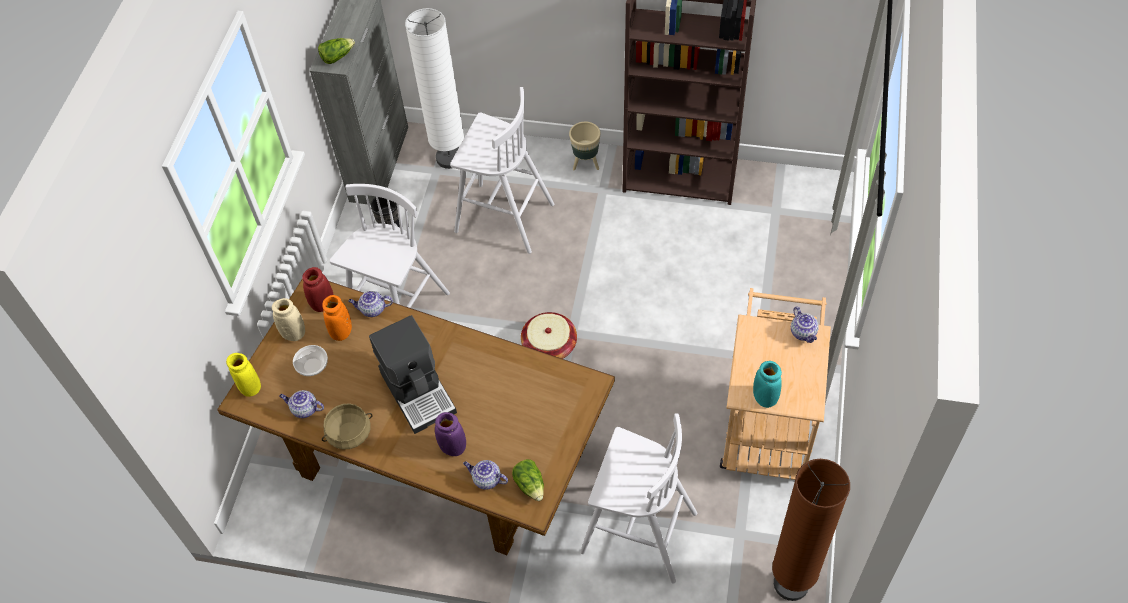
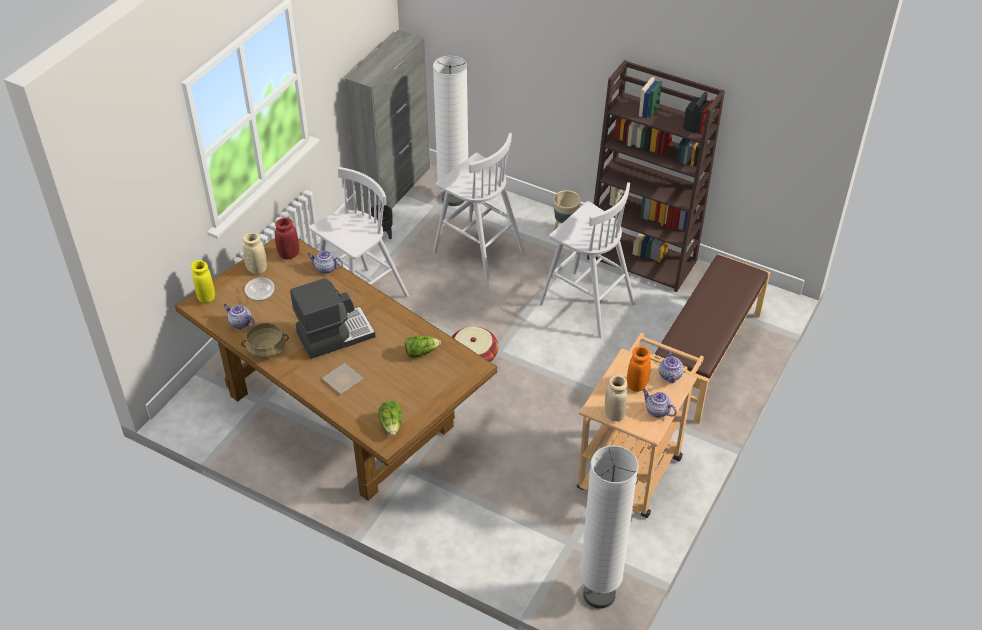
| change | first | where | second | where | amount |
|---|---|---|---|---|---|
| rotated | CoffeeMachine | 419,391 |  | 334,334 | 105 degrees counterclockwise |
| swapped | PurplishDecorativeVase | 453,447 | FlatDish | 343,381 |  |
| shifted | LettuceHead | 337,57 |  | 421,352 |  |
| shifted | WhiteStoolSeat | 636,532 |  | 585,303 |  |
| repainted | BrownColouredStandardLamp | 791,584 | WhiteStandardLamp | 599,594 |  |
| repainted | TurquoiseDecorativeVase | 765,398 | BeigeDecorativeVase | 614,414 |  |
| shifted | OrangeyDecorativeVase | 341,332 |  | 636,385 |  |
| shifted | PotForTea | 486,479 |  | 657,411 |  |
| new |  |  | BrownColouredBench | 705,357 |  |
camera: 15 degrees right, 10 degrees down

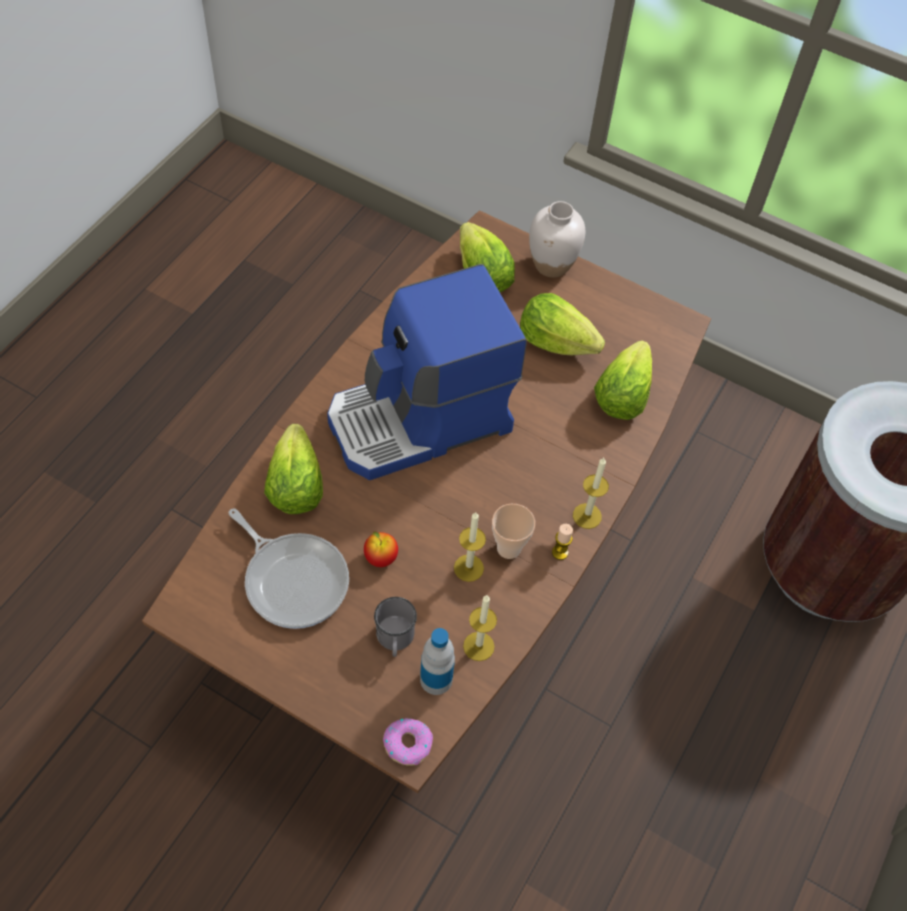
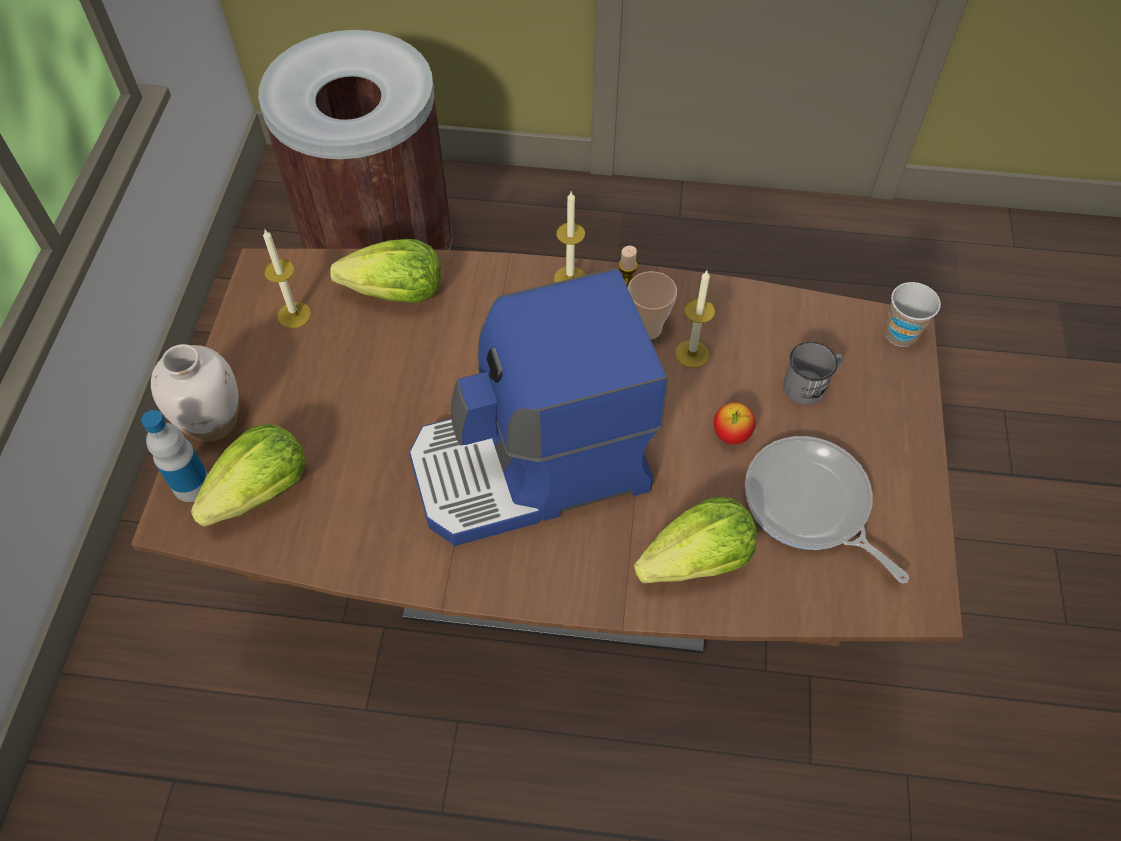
| change | first | where | second | where | amount |
|---|---|---|---|---|---|
| shifted | DrinkBottle | 436,679 |  | 192,485 |  |
| shifted | Candle | 478,646 |  | 294,315 |  |
| rotated | CoffeeMachine | 421,421 |  | 532,469 | 120 degrees clockwise |
| rotated | Pan | 293,579 |  | 810,505 | 60 degrees counterclockwise |
| swapped | Doughnut | 407,743 | DrinkingCup | 900,334 |  |
| gone | LettuceHead | 555,341 |  |  |  |
camera: 110 degrees left, 0 degrees up

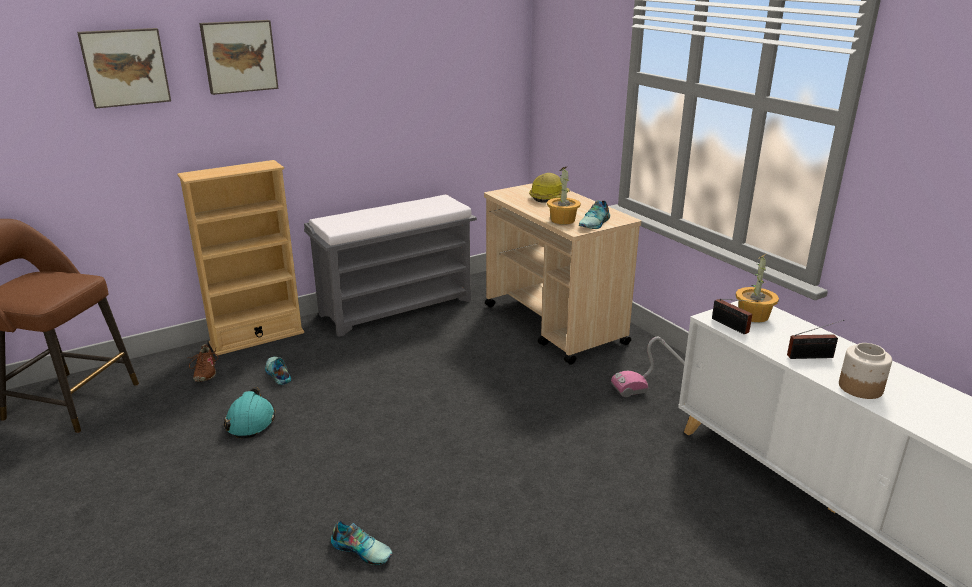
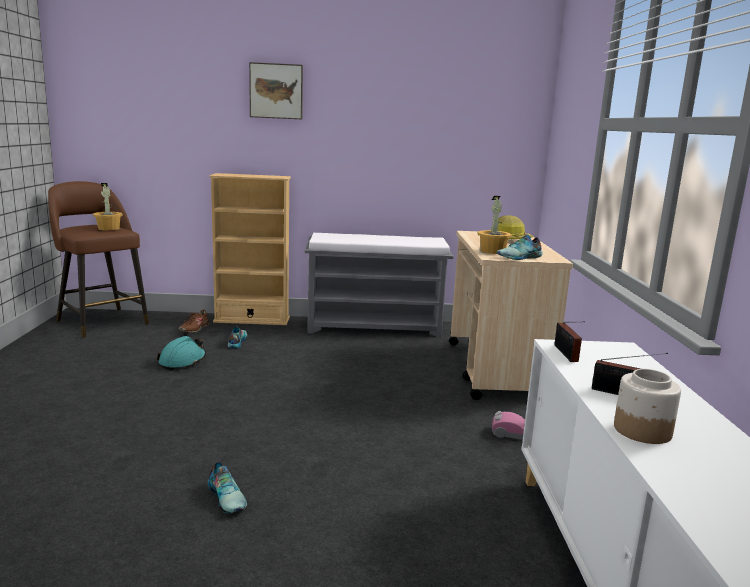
| change | first | where | second | where | amount |
|---|---|---|---|---|---|
| shifted | PottedPlant | 754,315 |  | 108,228 |  |
| shifted | LowShoe | 362,549 |  | 227,497 |  |
| gone | WallPicture | 125,67 |  |  |  |
camera: 30 degrees right, 10 degrees down

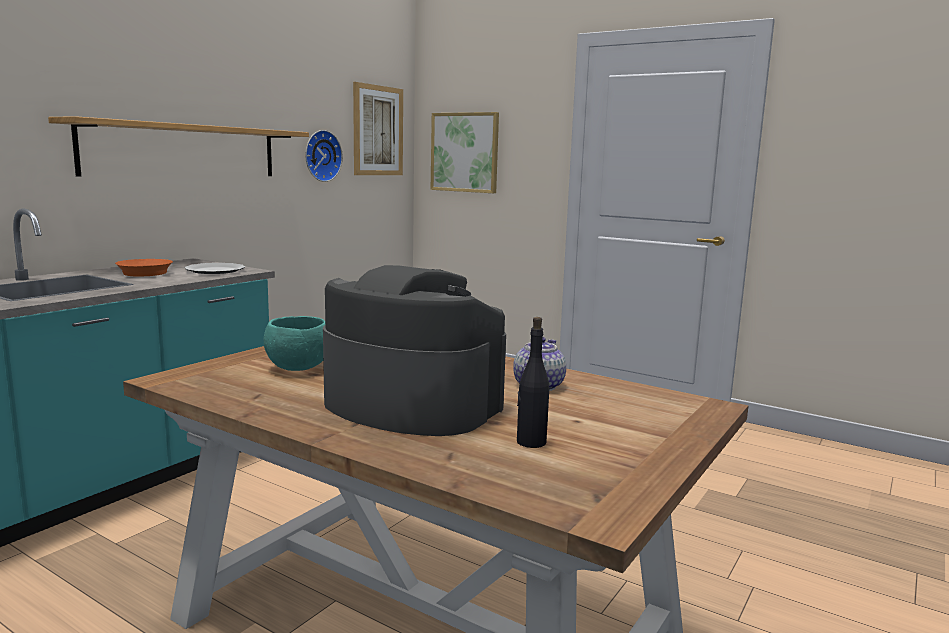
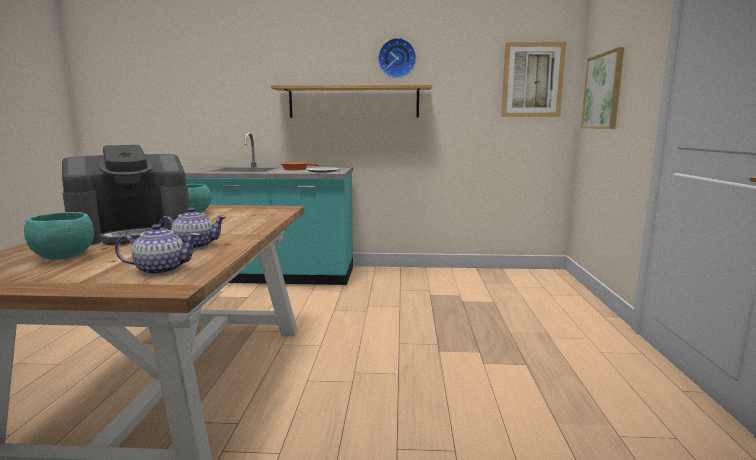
| change | first | where | second | where | amount |
|---|---|---|---|---|---|
| swapped | BlackColouredDrinkBottle | 530,442 | TurquoiseDeepDish | 64,258 |  |
| rotated | CoffeeMachine | 410,404 |  | 133,233 | 60 degrees clockwise |
| new |  |  | PotForTea | 160,270 |  |
| shifted | ClockOnTheWall | 321,156 |  | 397,58 |  |
camera: 60 degrees right, 0 degrees up

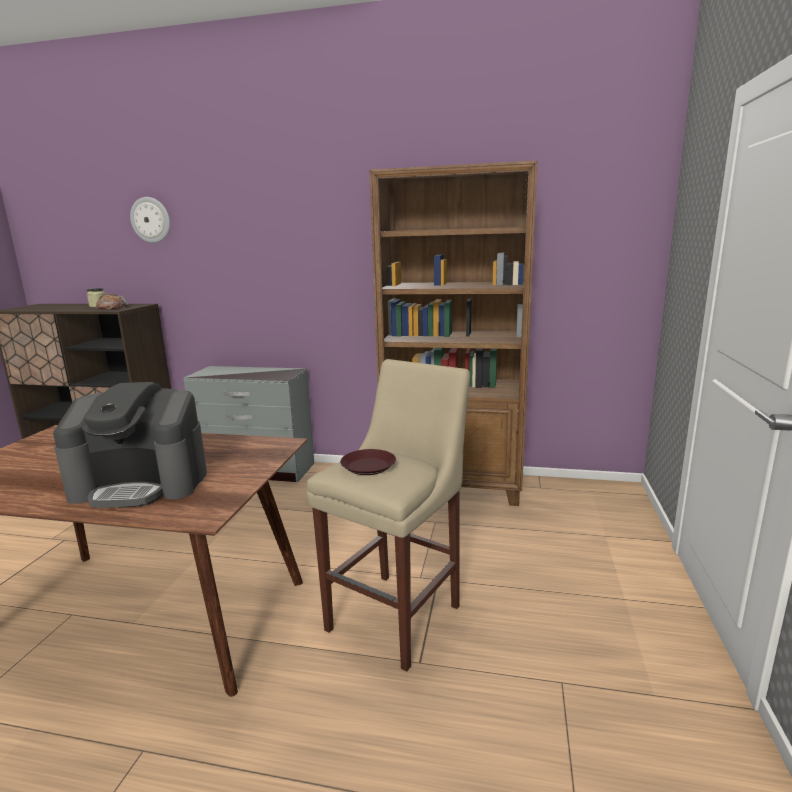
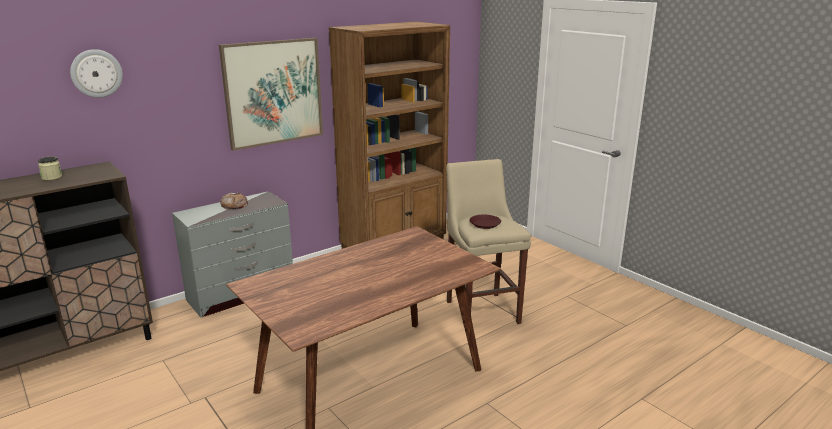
| change | first | where | second | where | amount |
|---|---|---|---|---|---|
| new |  |  | WallPicture | 273,92 |  |
| shifted | Bread | 112,307 |  | 234,205 |  |
| gone | CoffeeMachine | 142,483 |  |  |  |
camera: 50 degrees left, 5 degrees up

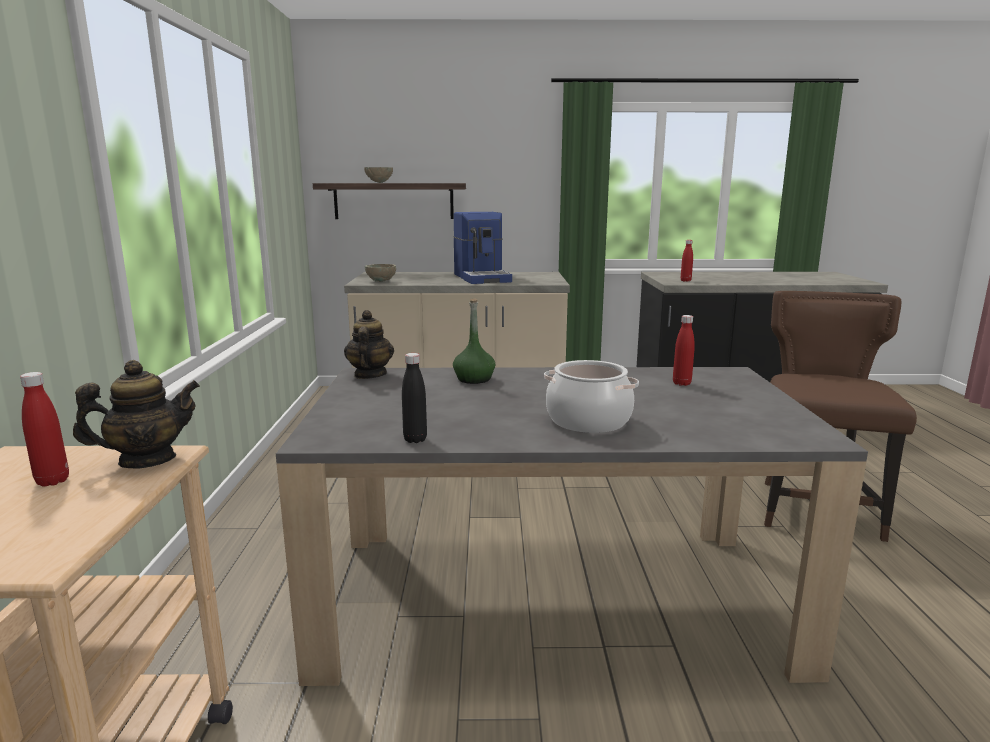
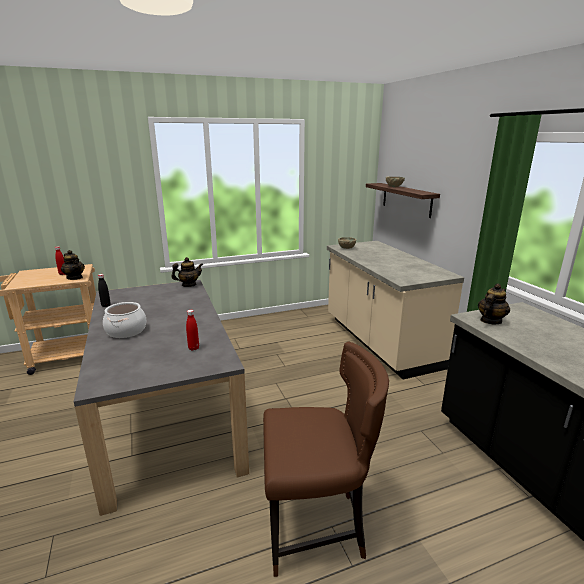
| change | first | where | second | where | amount |
|---|---|---|---|---|---|
| swapped | RedColouredDrinkBottle | 685,280 | PotForTea | 490,321 |  |
| gone | CoffeeMachine | 482,278 |  |  |  |
| gone | GreenDrinkBottle | 474,379 |  |  |  |
camera: 70 degrees right, 5 degrees up

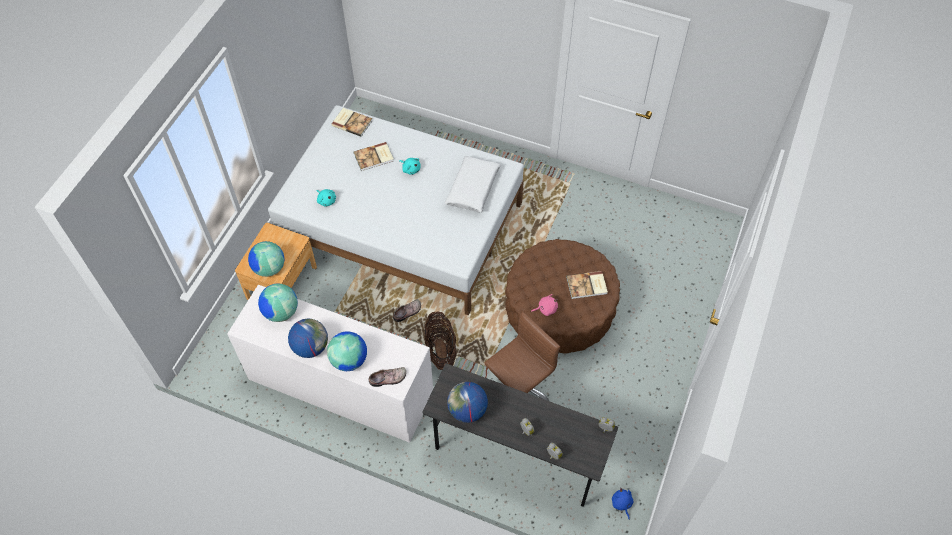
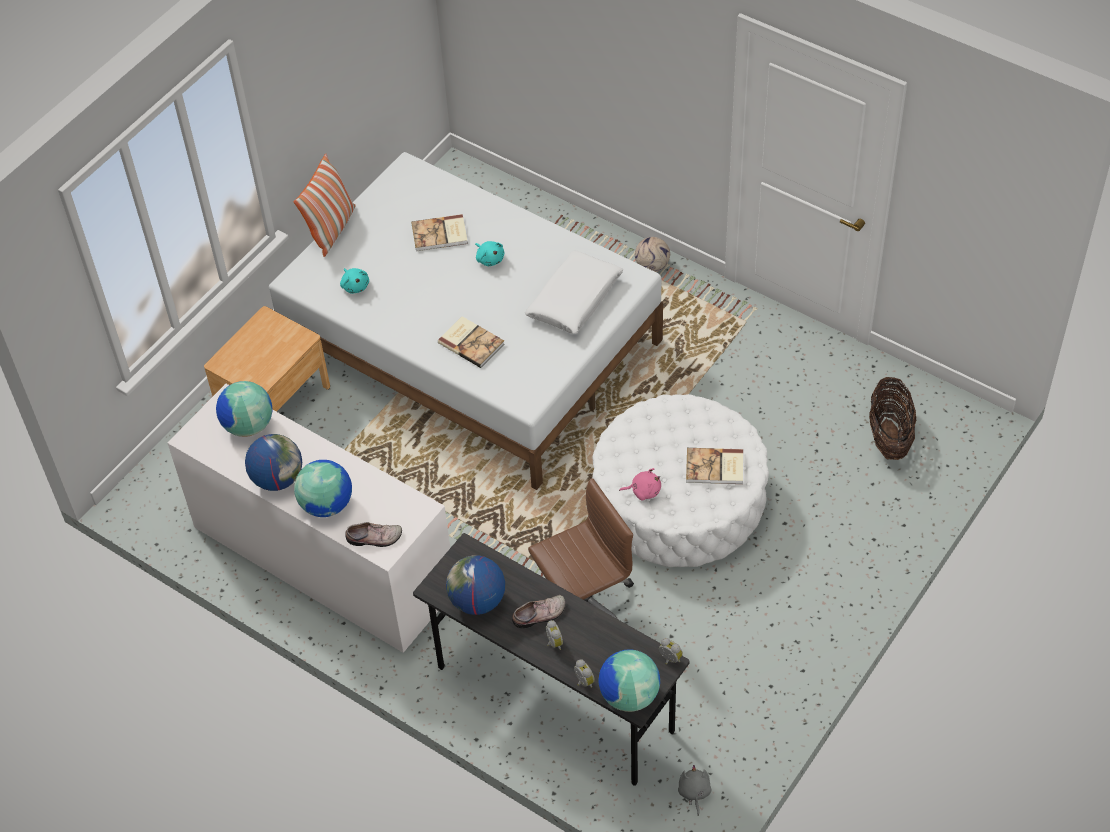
| change | first | where | second | where | amount |
|---|---|---|---|---|---|
| new |  |  | Cushion | 331,229 |  |
| shifted | BoundBook | 352,122 |  | 471,342 |  |
| shifted | LowShoe | 408,312 |  | 540,615 |  |
| repainted | BrownColouredPouffe | 560,307 | WhitePouffe | 679,500 |  |
| shifted | Globe | 269,268 |  | 628,695 |  |
| new |  |  | BallForFootball | 652,265 |  |
| repainted | BlueSoftToy | 621,504 | GraySoftToy | 694,793 |  |
| shifted | HouseholdBasket | 441,350 |  | 889,436 |  |
camera: 15 degrees right, 5 degrees down

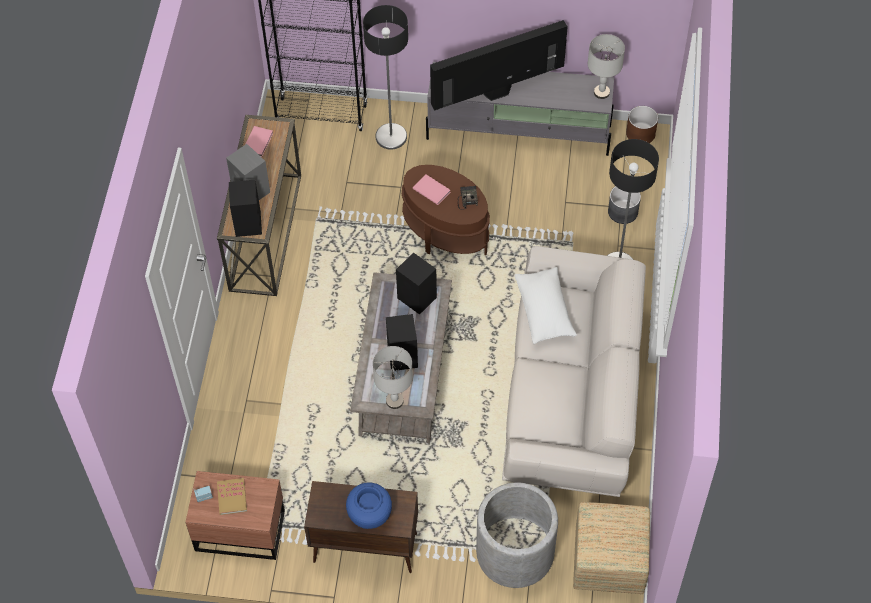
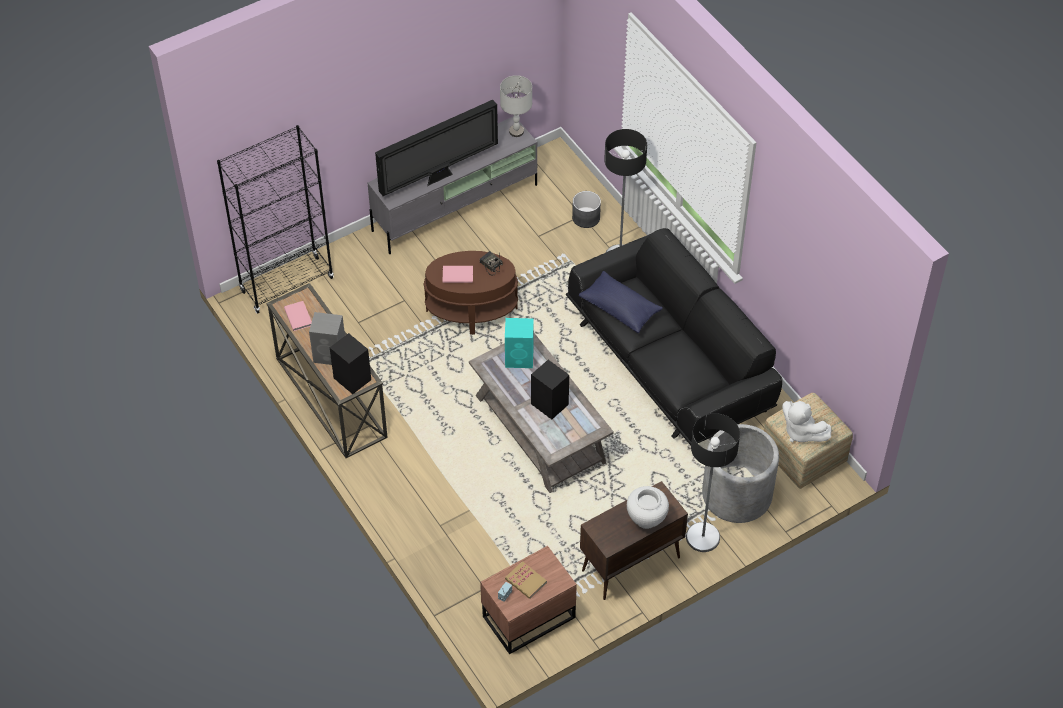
| change | first | where | second | where | amount |
|---|---|---|---|---|---|
| rotated | Television | 497,93 |  | 439,176 | 150 degrees counterclockwise |
| repainted | BlackColouredLoudspeaker | 417,298 | TurquoiseLoudspeaker | 520,358 |  |
| repainted | WhiteCouch | 572,392 | BlackColouredCouch | 670,362 |  |
| repainted | WhiteCushion | 544,311 | BlueCushion | 620,309 |  |
| repainted | BlueDecorativeVase | 370,517 | WhiteDecorativeVase | 646,520 |  |
| shifted | StandardLamp | 391,136 |  | 702,537 |  |
| new |  |  | WhiteSoftToy | 801,432 |  |
| gone | GrayTableLamp | 395,401 |  |  |  |
| gone | BrownColouredPlanter | 641,133 |  |  |  |
camera: 40 degrees left, 5 degrees down

